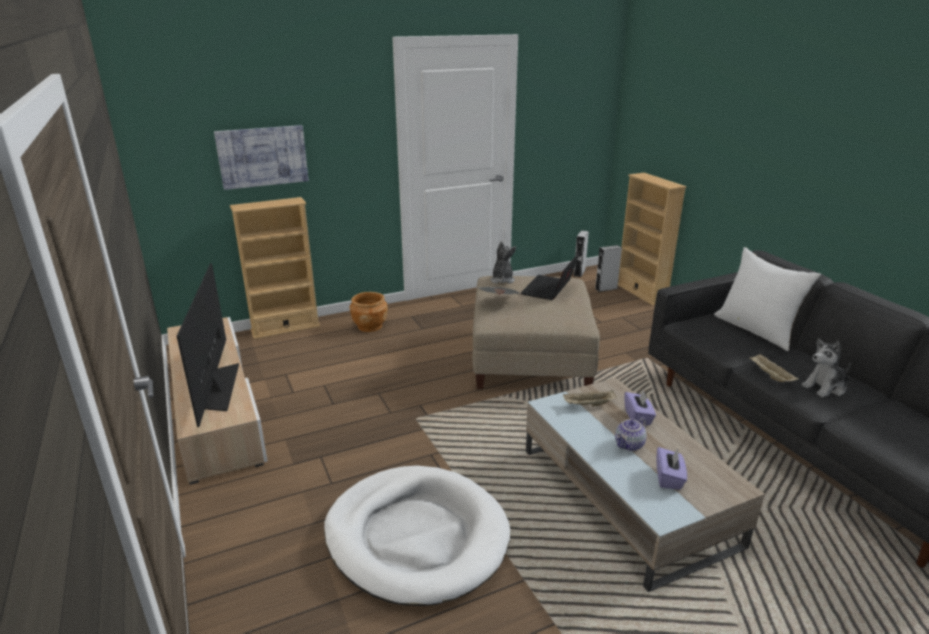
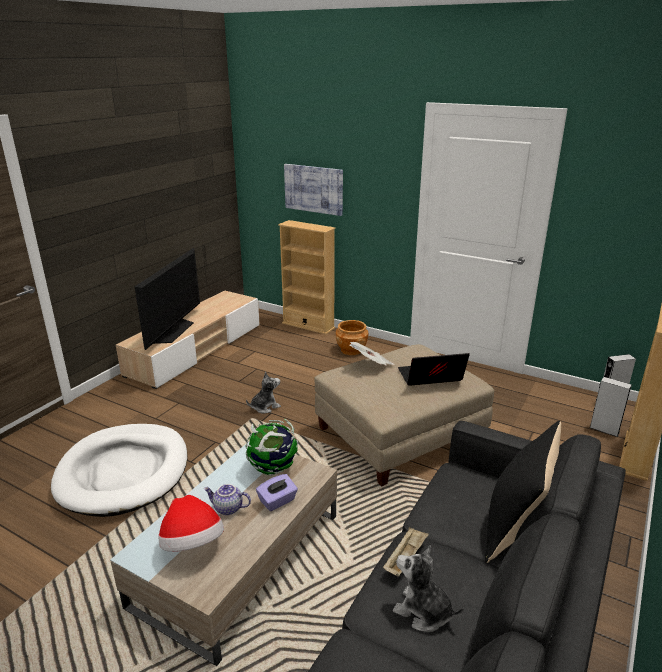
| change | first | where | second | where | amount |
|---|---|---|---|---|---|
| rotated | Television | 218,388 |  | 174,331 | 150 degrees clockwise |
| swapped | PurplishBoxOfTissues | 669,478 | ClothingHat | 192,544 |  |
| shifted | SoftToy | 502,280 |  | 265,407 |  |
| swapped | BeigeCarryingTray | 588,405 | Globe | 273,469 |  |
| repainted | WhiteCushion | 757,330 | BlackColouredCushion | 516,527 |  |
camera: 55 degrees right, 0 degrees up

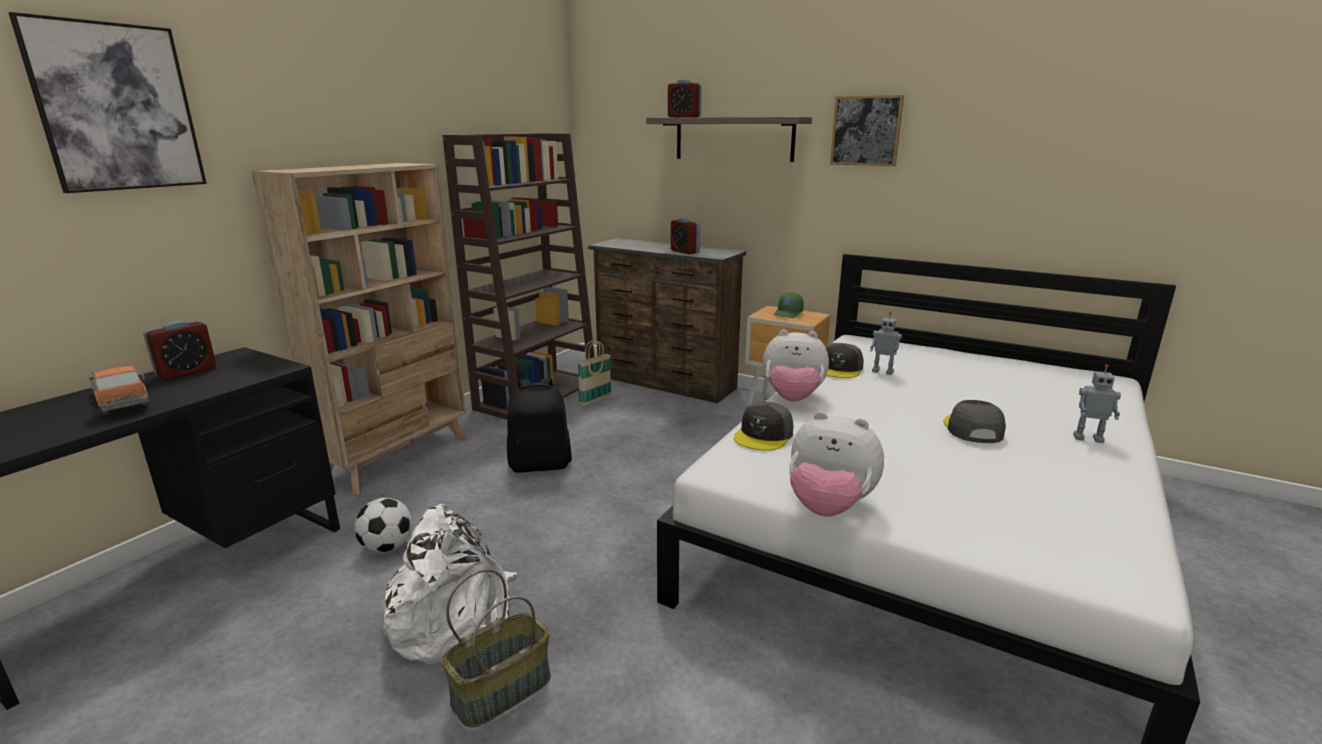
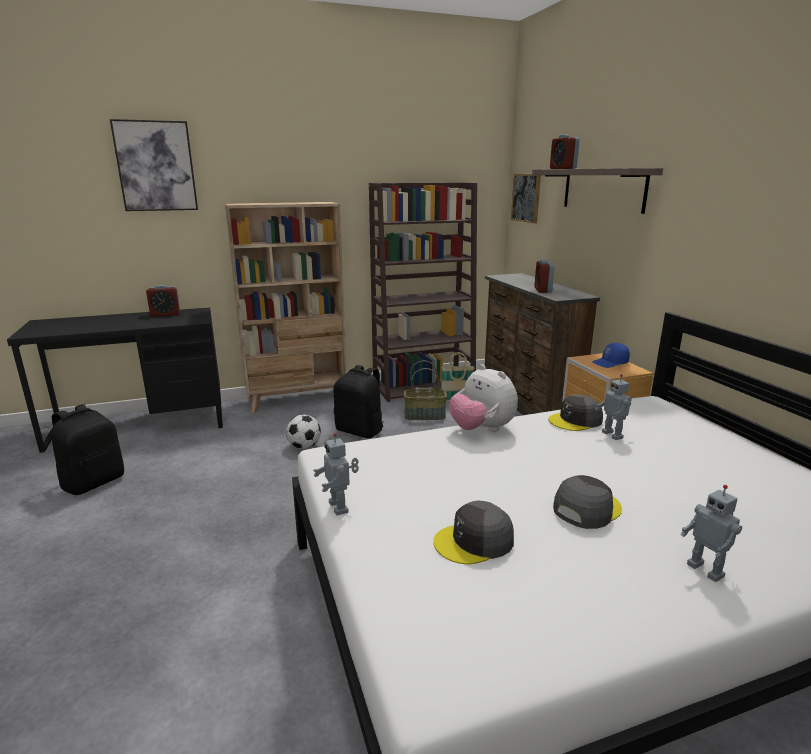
| change | first | where | second | where | amount |
|---|---|---|---|---|---|
| new |  |  | BlackColouredRucksack | 94,482 |  |
| shifted | BallForFootball | 387,547 |  | 304,446 |  |
| swapped | SoftToy | 829,507 | ToyRobot | 340,507 |  |
| shifted | HouseholdBasket | 501,689 |  | 425,415 |  |
| shifted | GrayBaseballCap | 764,435 |  | 474,542 |  |
| shifted | WallPicture | 866,131 |  | 526,198 |  |
| repainted | GreenBaseballCap | 788,314 | BlueBaseballCap | 610,363 |  |
| gone | ToyTruck | 122,401 |  |  |  |
| gone | WhiteRucksack | 455,619 |  |  |  |
camera: 40 degrees right, 0 degrees up

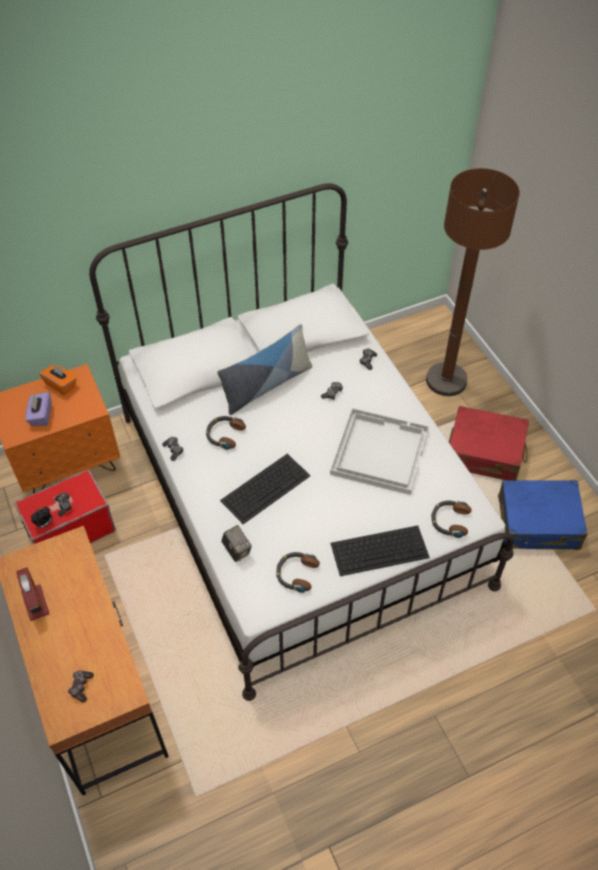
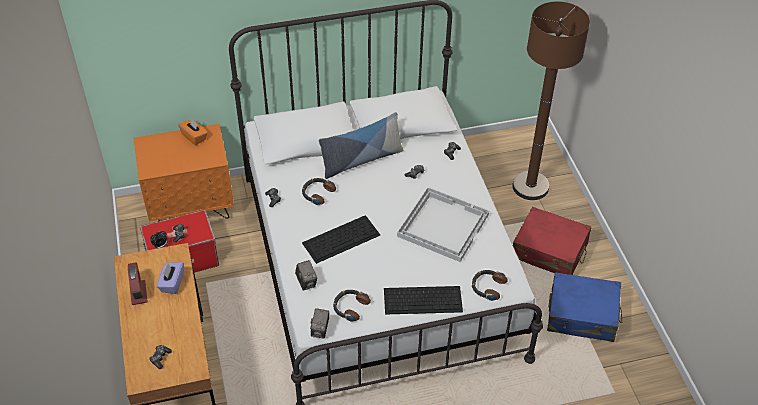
| change | first | where | second | where | amount |
|---|---|---|---|---|---|
| shifted | PurplishBoxOfTissues | 41,416 |  | 172,283 |  |
| new |  |  | PhotoCamera | 320,330 |  |
camera: 10 degrees right, 5 degrees down

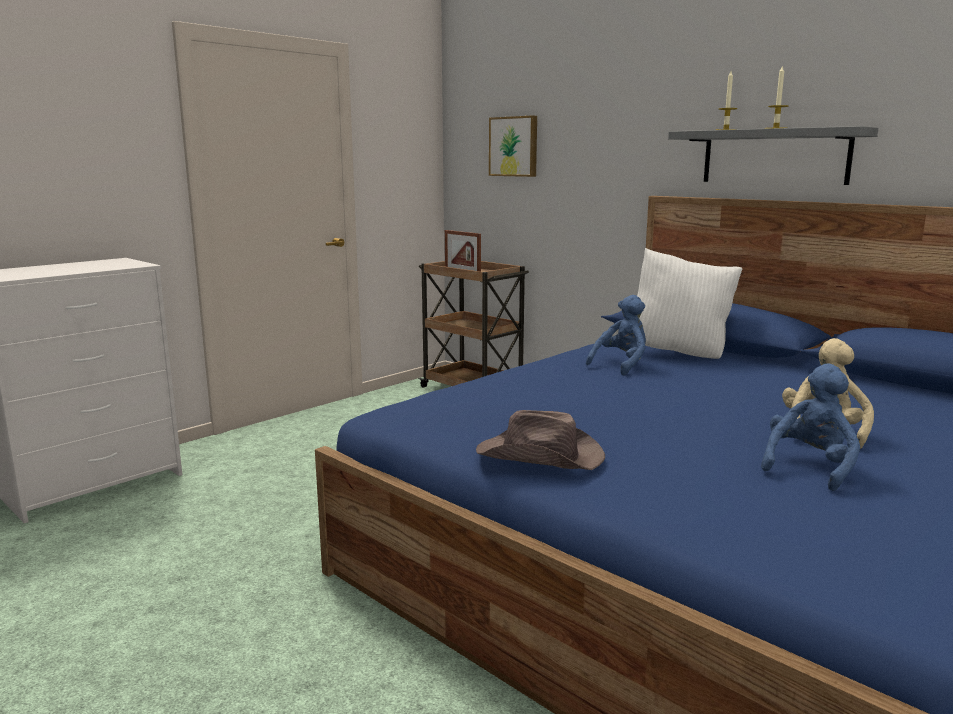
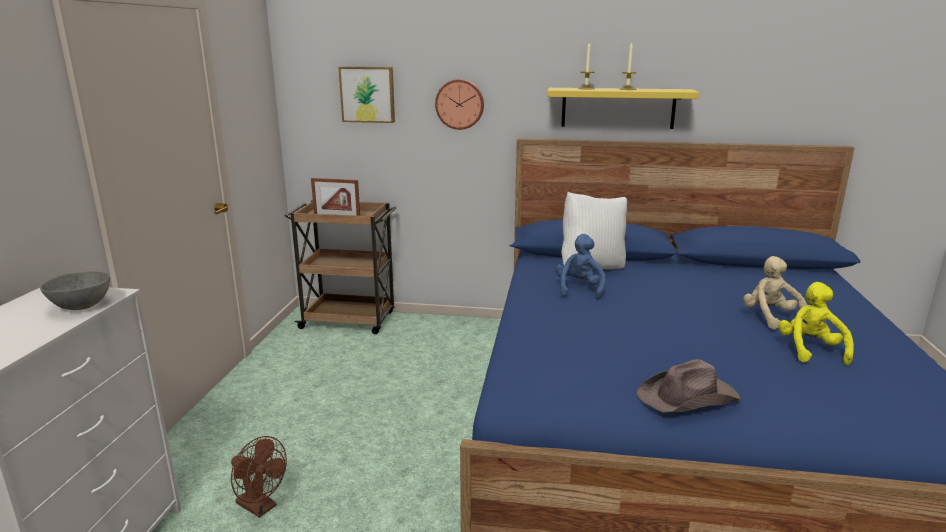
| change | first | where | second | where | amount |
|---|---|---|---|---|---|
| new |  |  | GrayDeepDish | 81,307 |  |
| new |  |  | BrownColouredElectricFan | 261,507 |  |
| new |  |  | ClockOnTheWall | 460,104 |  |
| repainted | GrayShelf | 774,156 | YellowShelf | 618,108 |  |
| repainted | BlueSoftToy | 809,467 | YellowSoftToy | 810,350 |  |
camera: 35 degrees left, 5 degrees up

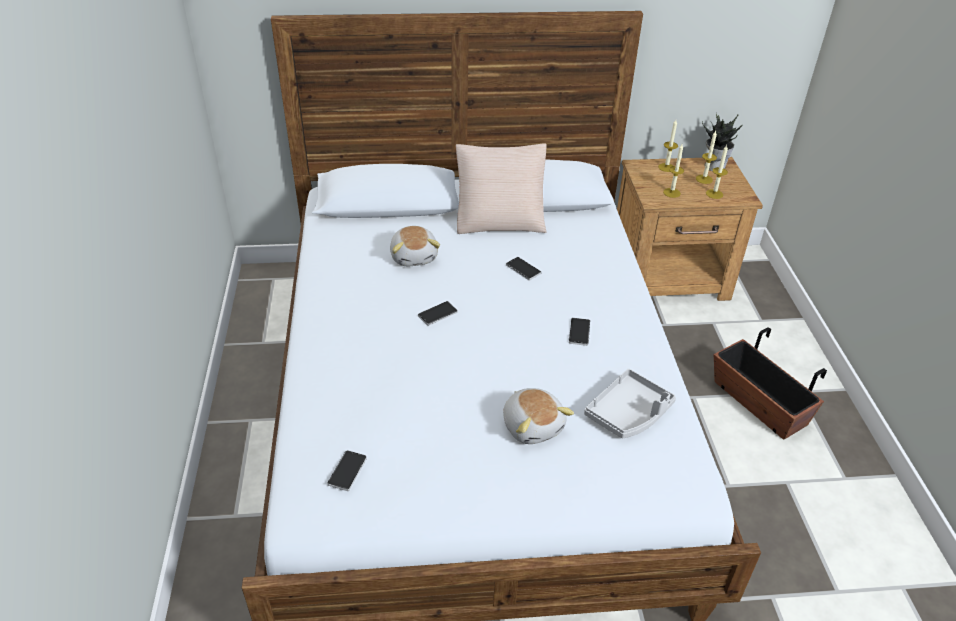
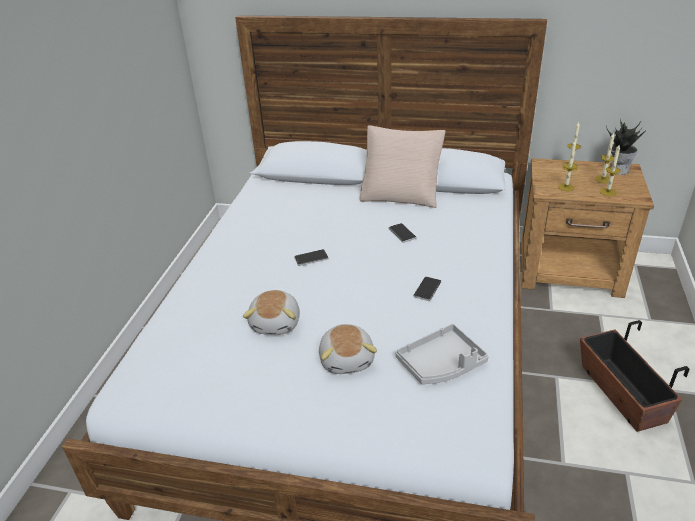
| change | first | where | second | where | amount |
|---|---|---|---|---|---|
| shifted | SoftToy | 414,256 |  | 276,323 |  |
| gone | Handset | 347,471 |  |  |  |
camera: 20 degrees right, 5 degrees down

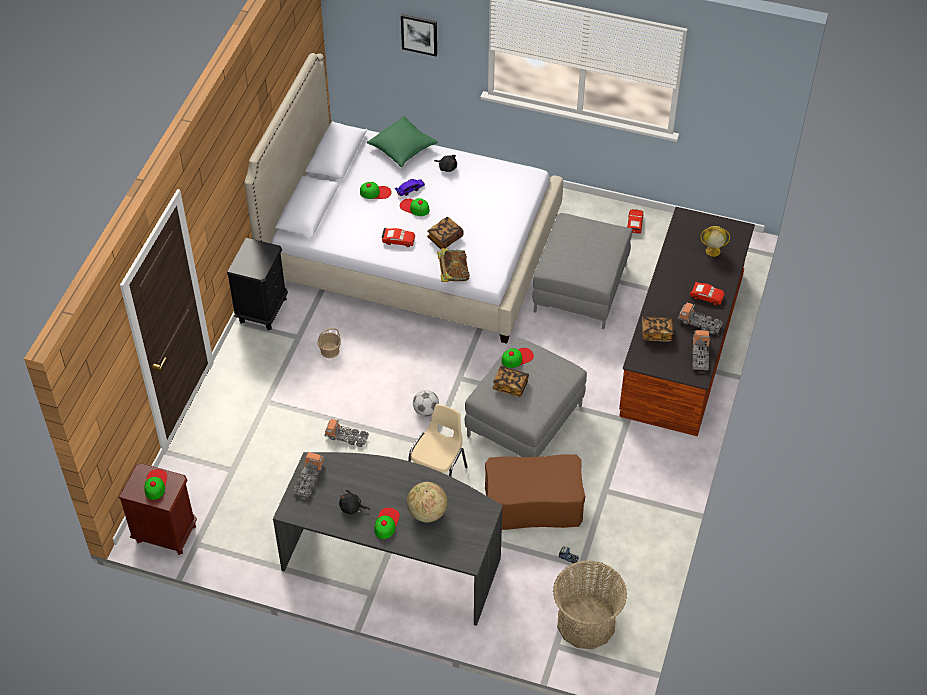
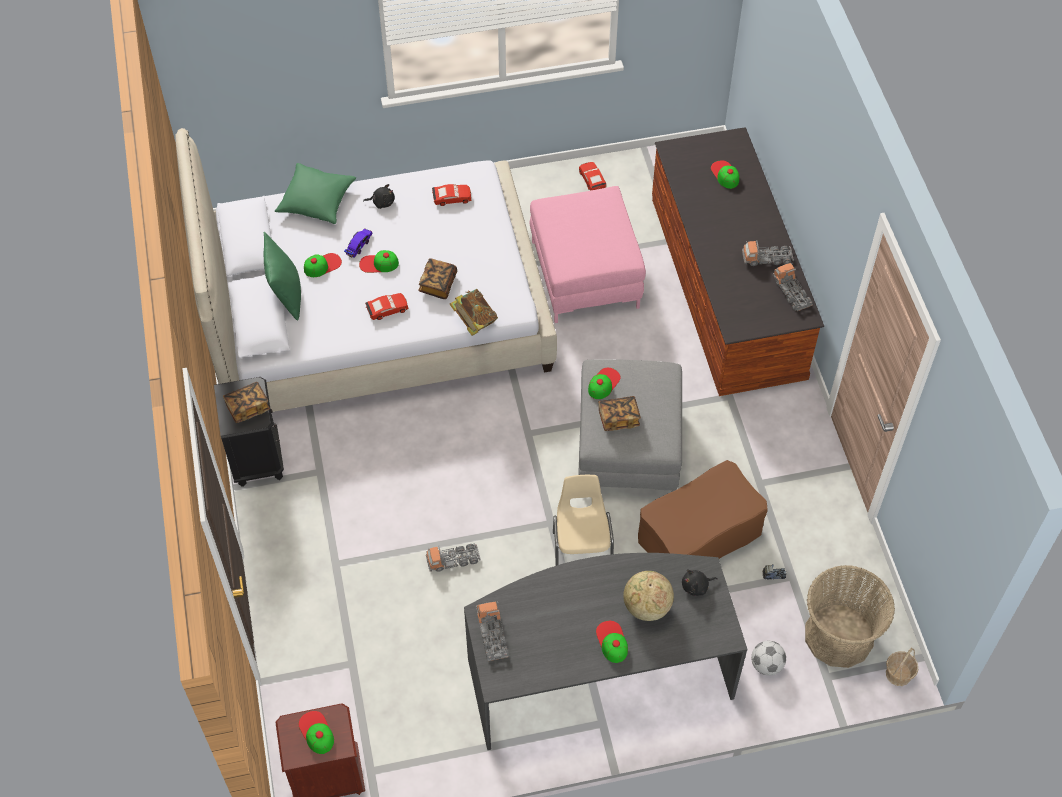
| change | first | where | second | where | amount |
|---|---|---|---|---|---|
| shifted | BoundBook | 656,333 |  | 247,407 |  |
| new |  |  | GreenCushion | 286,295 |  |
| shifted | RedColouredModelCar | 706,296 |  | 452,198 |  |
| repainted | GrayPouffe | 580,287 | PinkColouredPouffe | 584,274 |  |
| shifted | BlackColouredSoftToy | 352,508 |  | 696,586 |  |
| swapped | Globe | 712,251 | BaseballCap | 725,174 |  |
| shifted | BallForFootball | 426,411 |  | 766,665 |  |
| shifted | HouseholdBasket | 329,350 |  | 898,674 |  |
| gone | WallPicture | 419,34 |  |  |  |
camera: 30 degrees left, 5 degrees up

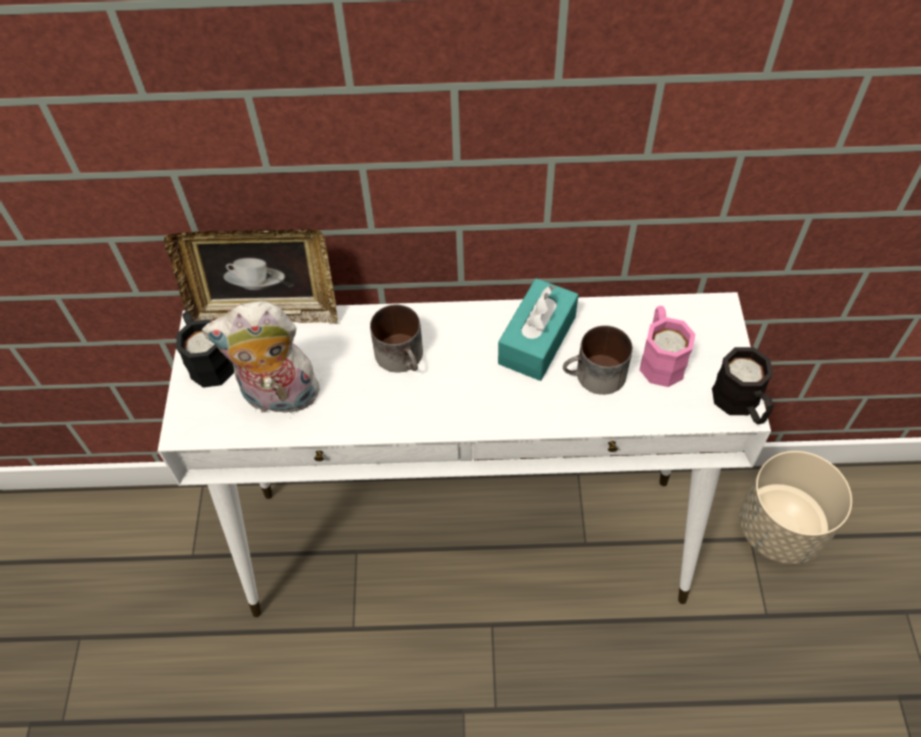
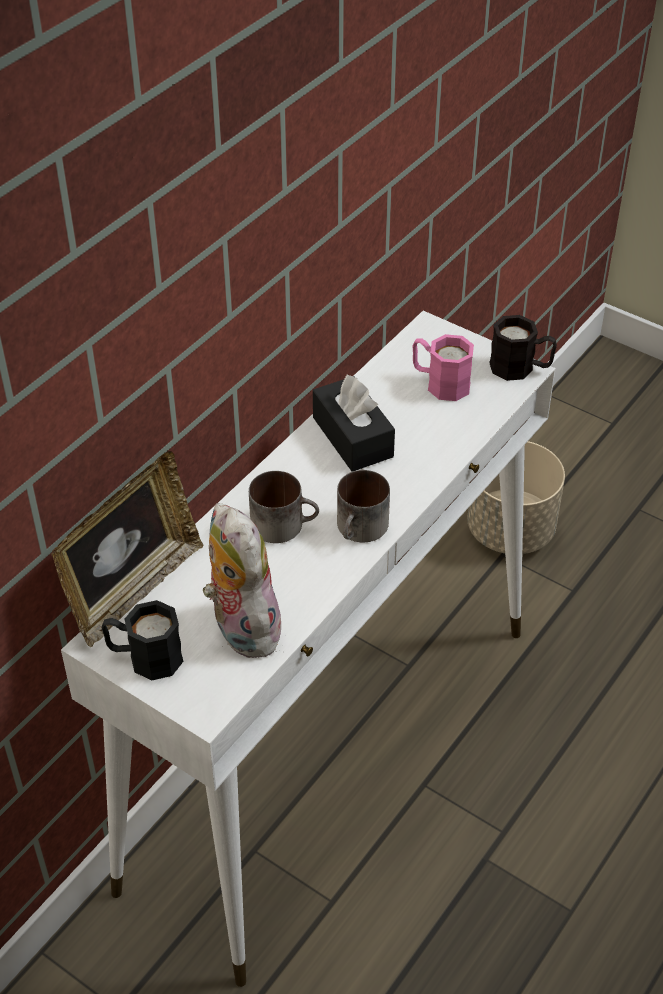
| change | first | where | second | where | amount |
|---|---|---|---|---|---|
| rotated | SoftToy | 278,398 |  | 241,627 | 120 degrees clockwise |
| repainted | TurquoiseBoxOfTissues | 537,340 | BlackColouredBoxOfTissues | 352,437 |  |
| shifted | CoffeeMug | 595,377 |  | 361,529 |  |
camera: 55 degrees left, 10 degrees down

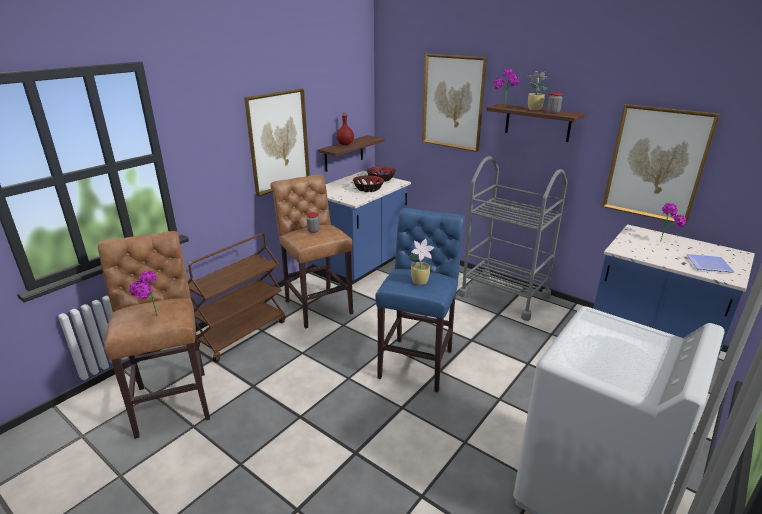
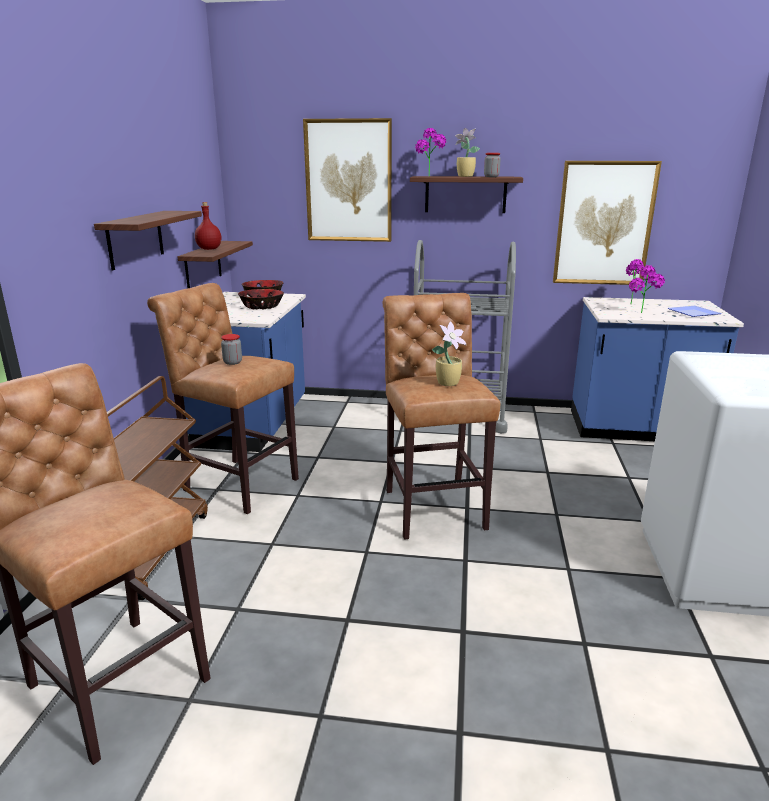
| change | first | where | second | where | amount |
|---|---|---|---|---|---|
| swapped | WallPicture | 278,141 | Shelf | 135,239 |  |
| repainted | BlueStoolSeat | 418,361 | BrownColouredStoolSeat | 432,506 |  |
| shifted | PottedPlant | 150,318 |  | 642,314 |  |
camera: 30 degrees left, 5 degrees down

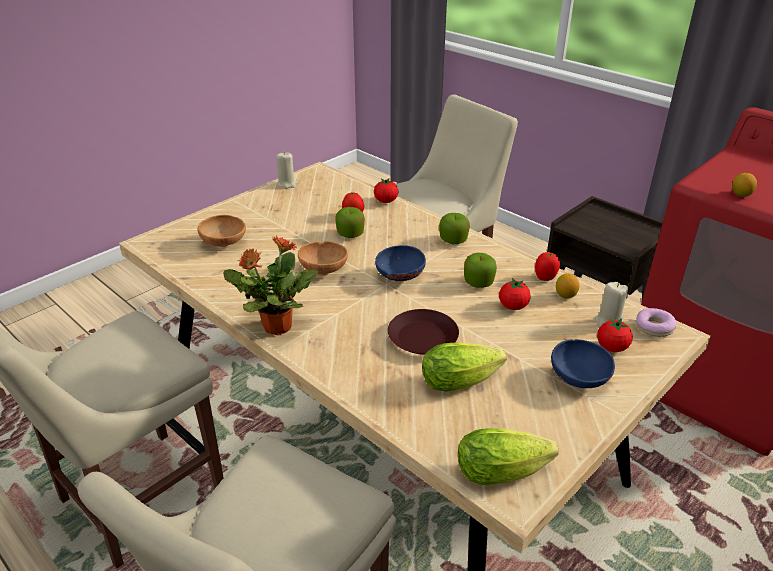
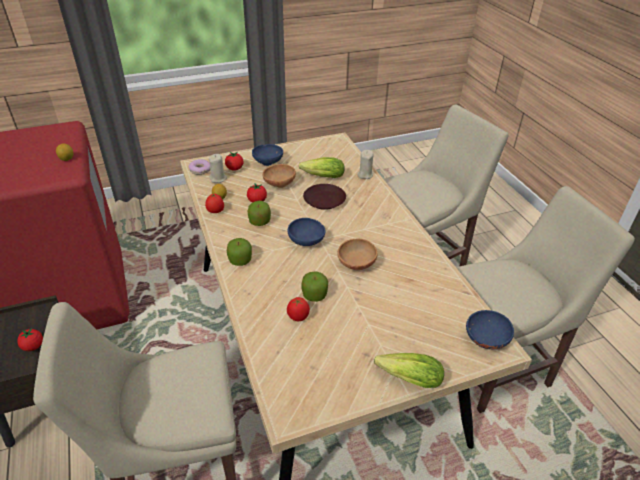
| change | first | where | second | where | amount |
|---|---|---|---|---|---|
| shifted | Tomato | 386,201 |  | 33,346 |  |
| shifted | BrownColouredDeepDish | 225,243 |  | 279,184 |  |
| shifted | BeigeCandle | 287,184 |  | 365,175 |  |
| shifted | LettuceHead | 506,470 |  | 406,378 |  |
| new |  |  | BlueDeepDish | 485,339 |  |
| gone | PottedPlant | 276,327 |  |  |  |
camera: 155 degrees left, 5 degrees up

